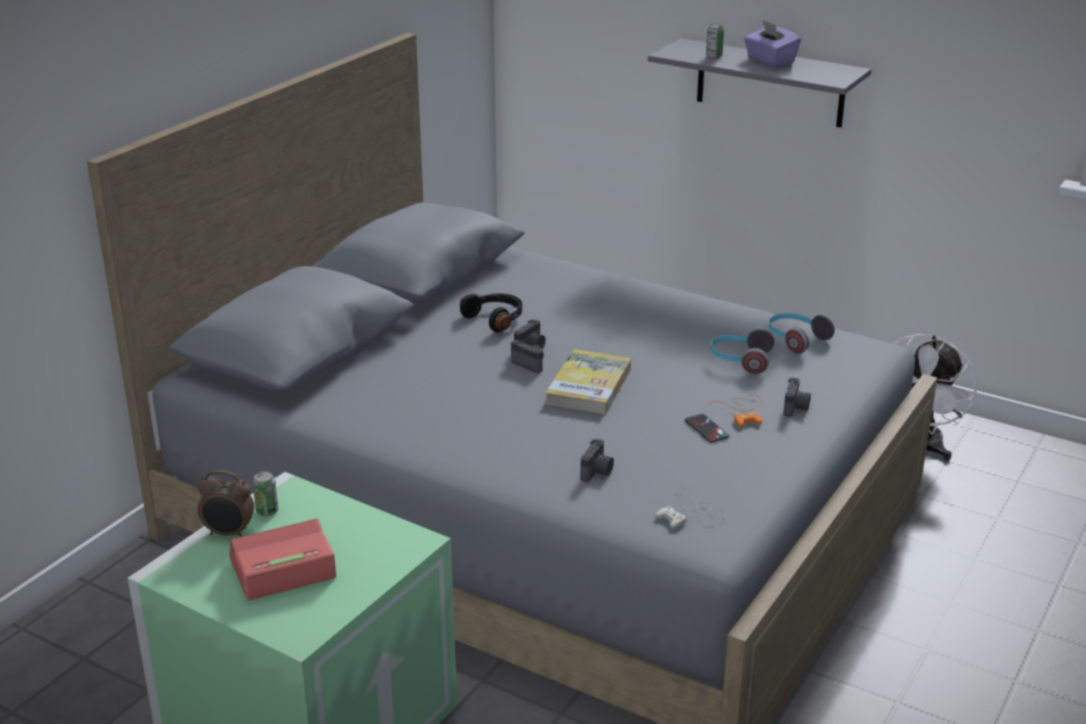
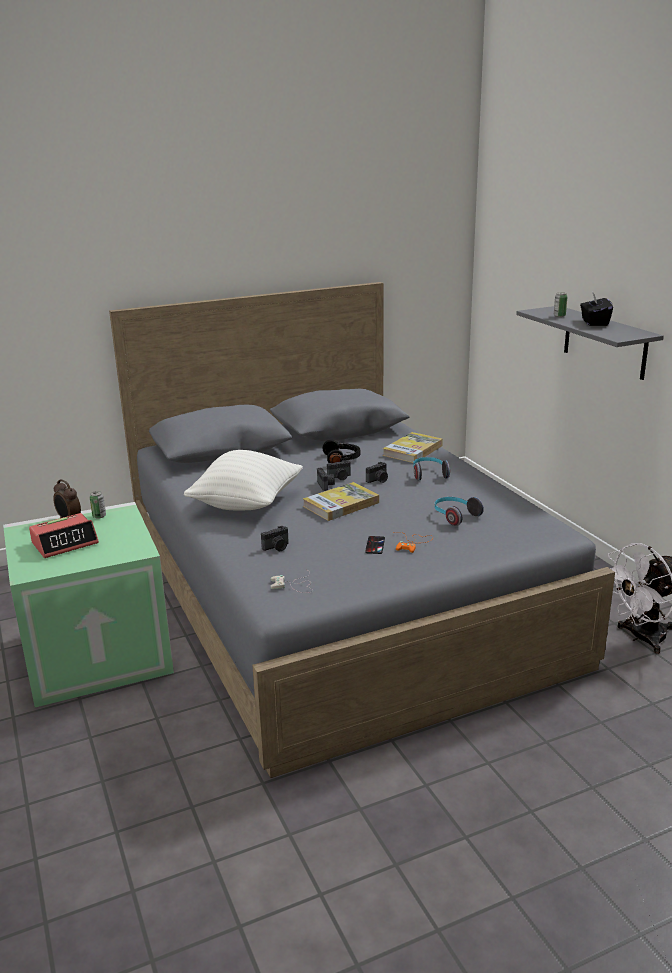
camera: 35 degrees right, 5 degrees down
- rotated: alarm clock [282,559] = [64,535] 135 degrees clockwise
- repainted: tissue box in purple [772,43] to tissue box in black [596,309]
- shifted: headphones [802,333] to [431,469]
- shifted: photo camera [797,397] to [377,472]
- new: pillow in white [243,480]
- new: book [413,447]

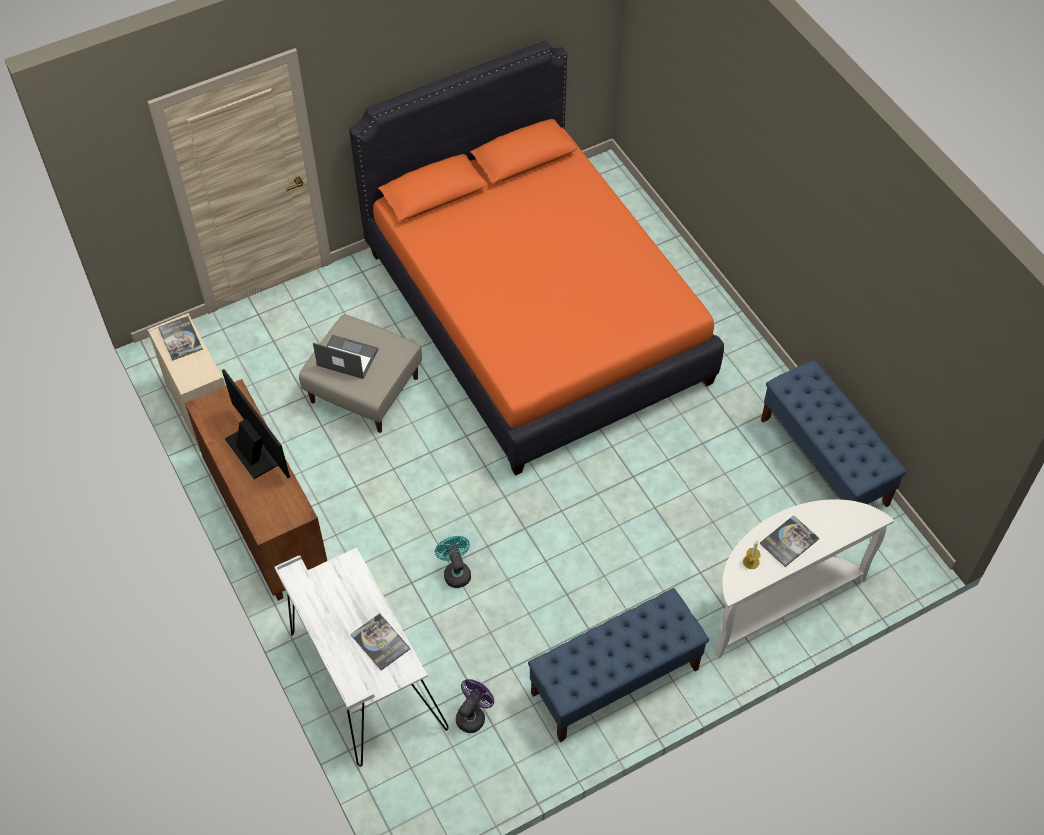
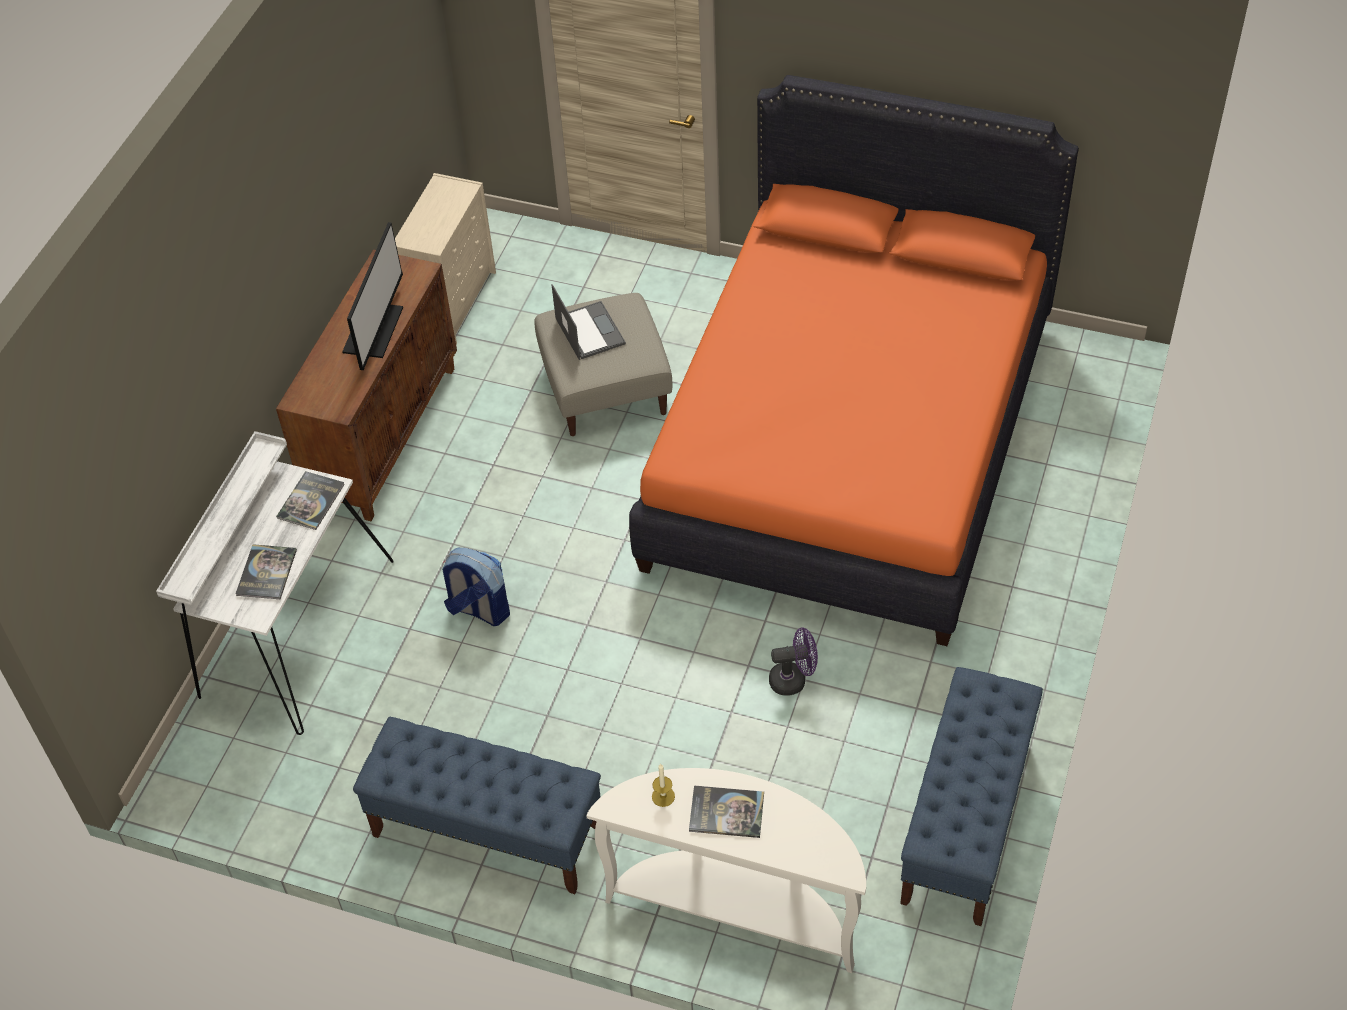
camera: 50 degrees right, 5 degrees down
- shifted: book [180,338] to [310,500]
- swapped: fan in turquoise [453,562] to backpack [476,587]
- shifted: fan in purple [475,706] to [793,662]

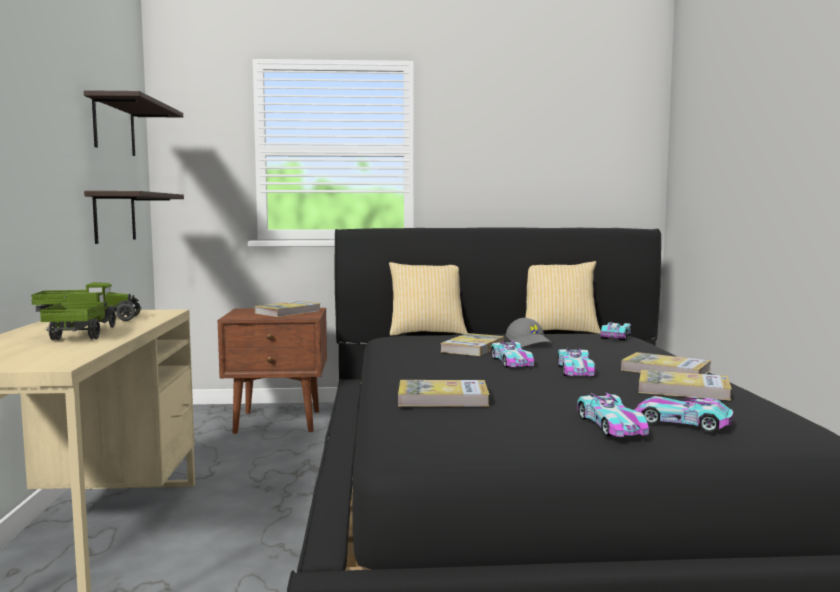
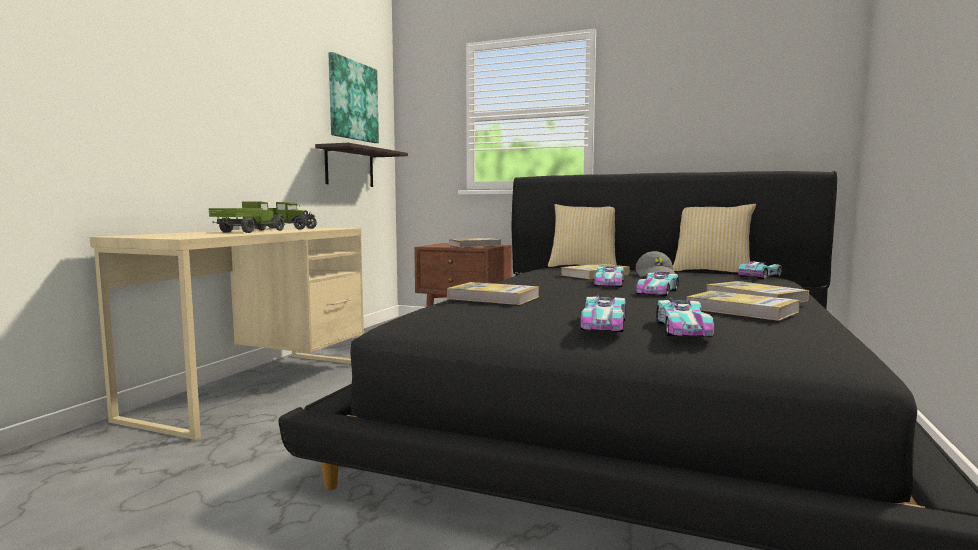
camera: 25 degrees right, 0 degrees up
- swapped: shelf [133,123] to picture [353,97]
- rotated: toy car [683,414] = [685,317] 135 degrees counterclockwise

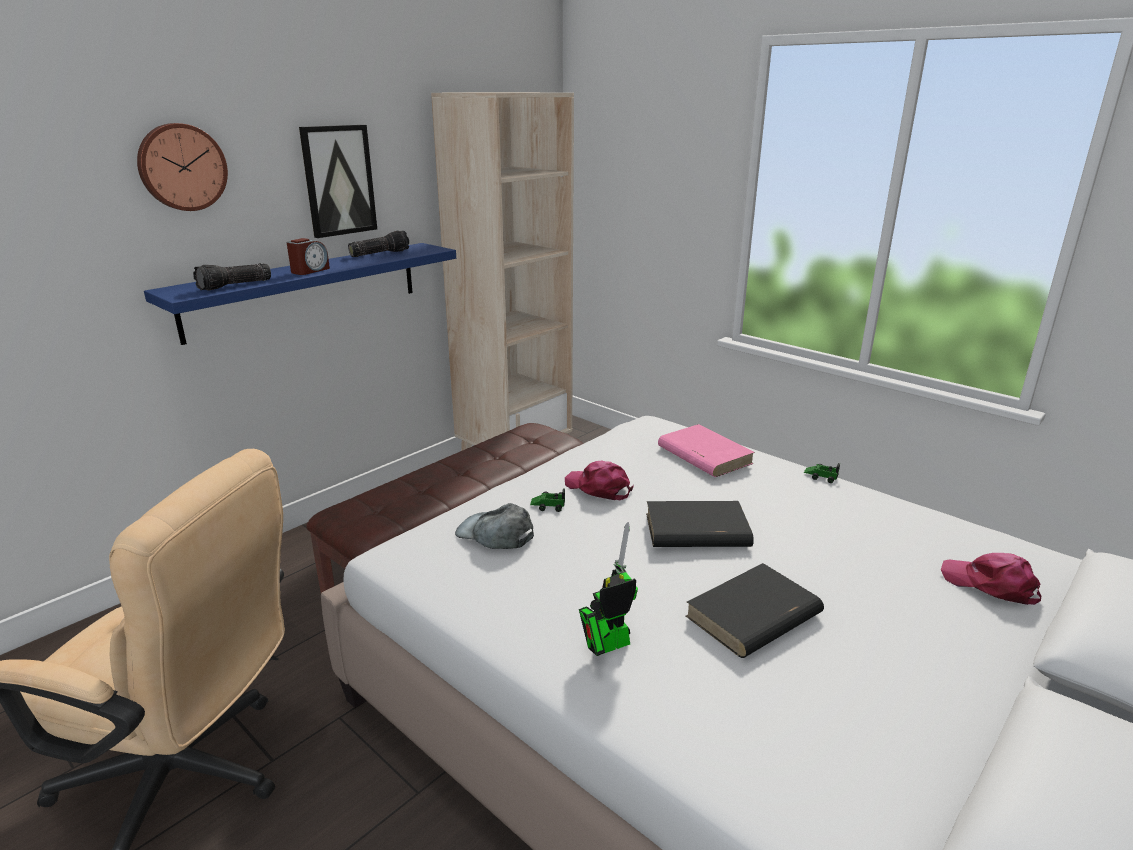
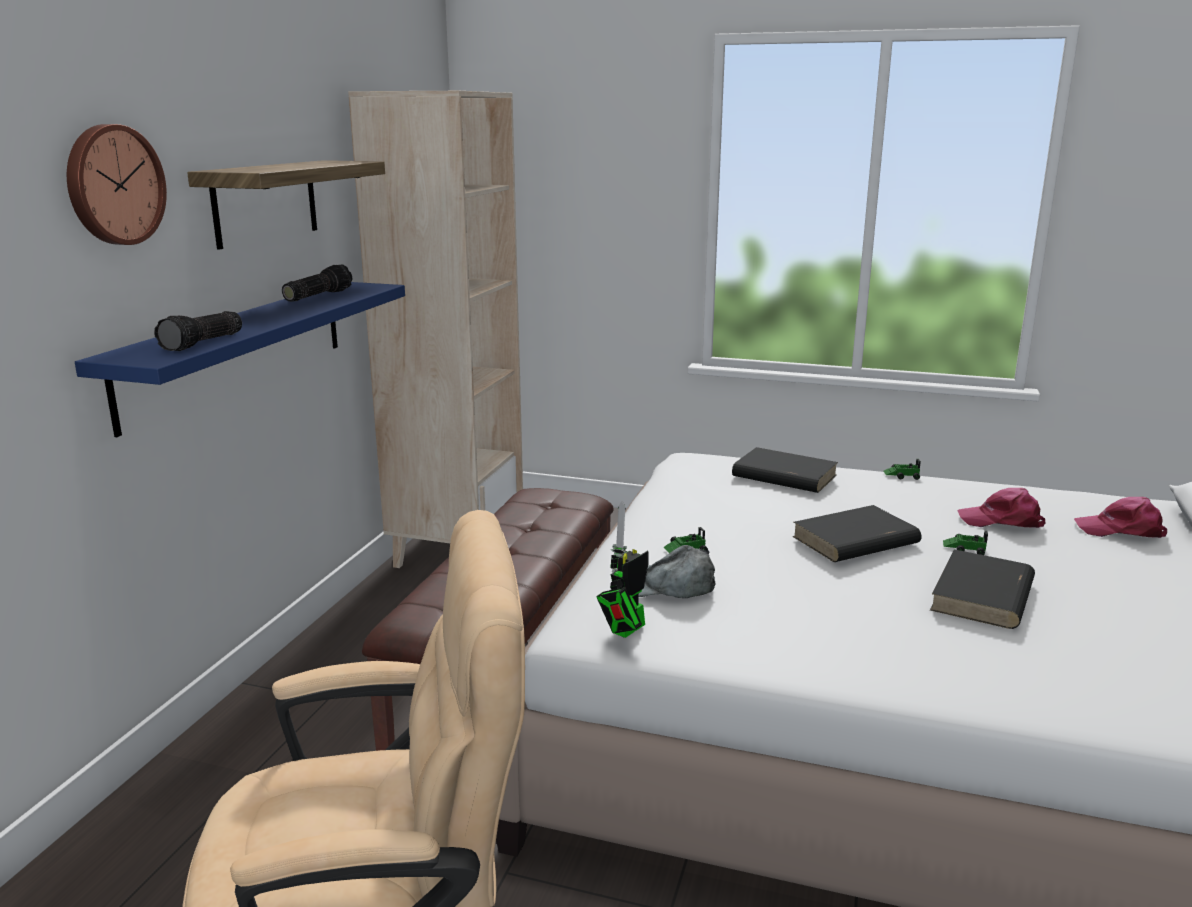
camera: 25 degrees left, 5 degrees down
- gone: alarm clock [308,256]
- swapped: picture [338,181] to shelf [286,205]
- shifted: cap in pink [599,480] to [1001,508]
- shifted: toy robot [608,589] to [623,569]
- repainted: book in pink [706,450] to book in black [785,470]
- new: toy car [965,542]

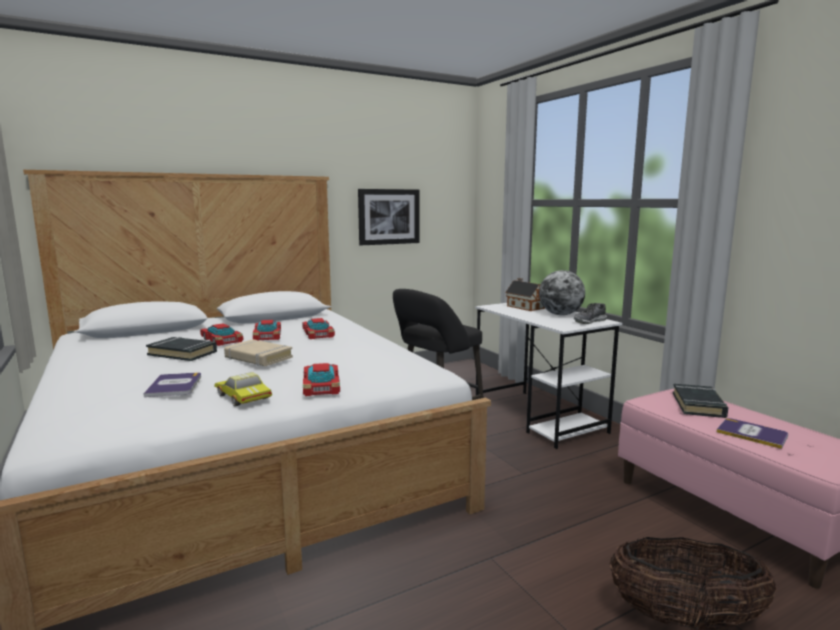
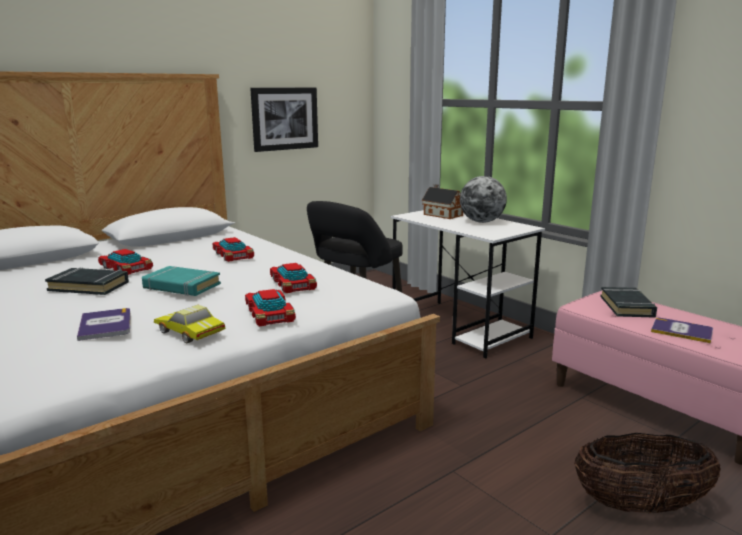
camera: 10 degrees left, 5 degrees up
- repainted: book in beige [258,352] to book in turquoise [181,281]
- shifted: toy car [267,330] to [293,278]
- gone: shoe [590,313]

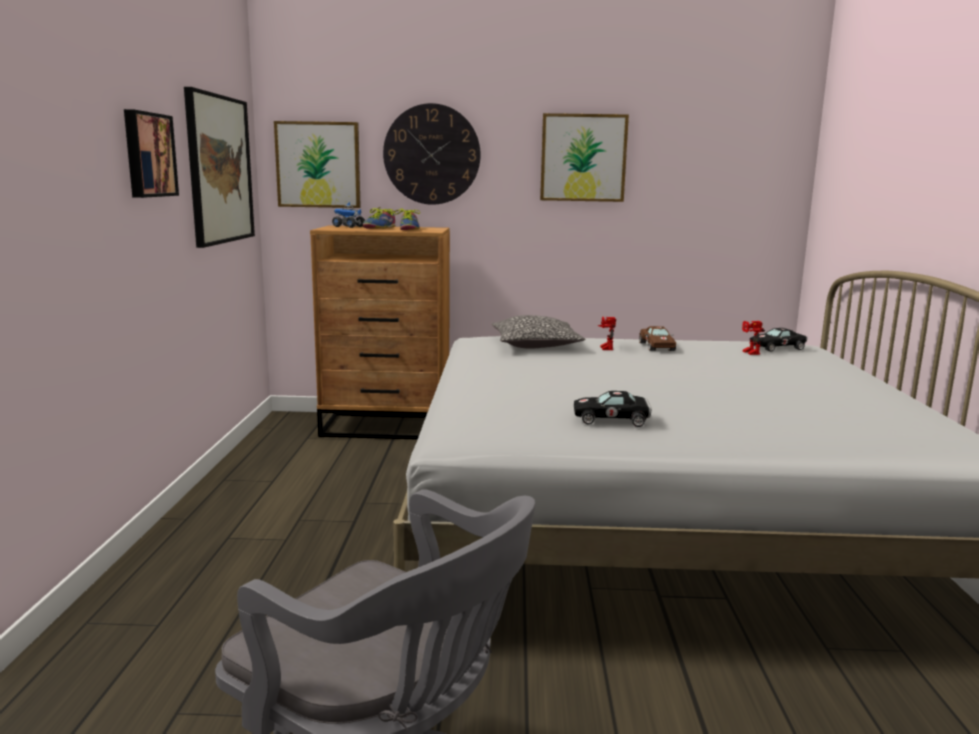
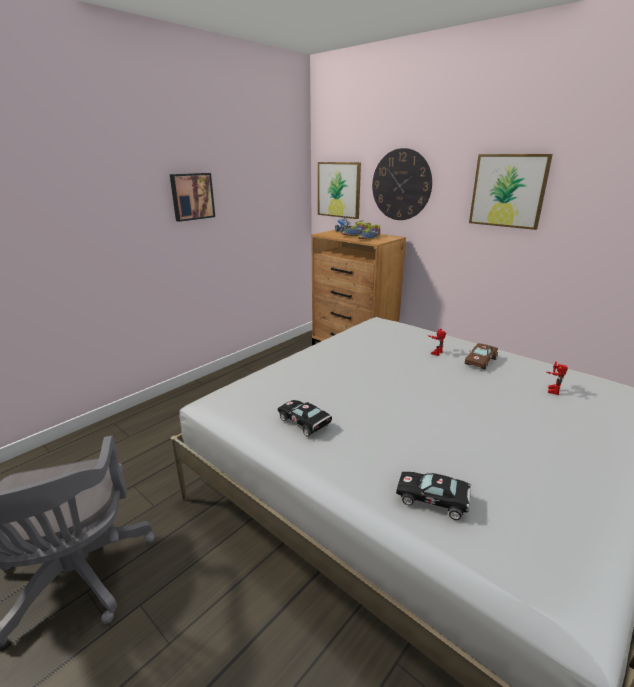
camera: 40 degrees right, 10 degrees up
- gone: picture [219,167]
- gone: pillow [538,332]
- shifted: toy car in black [778,340] to [433,496]

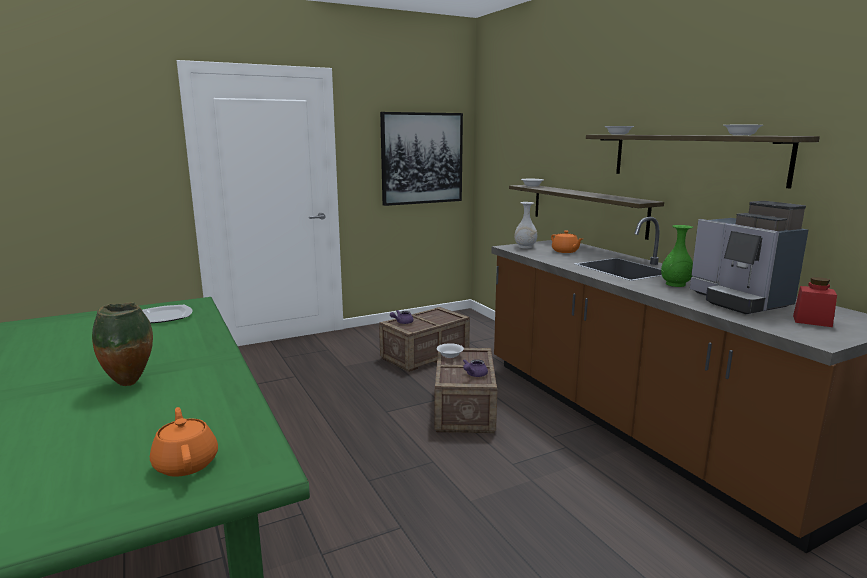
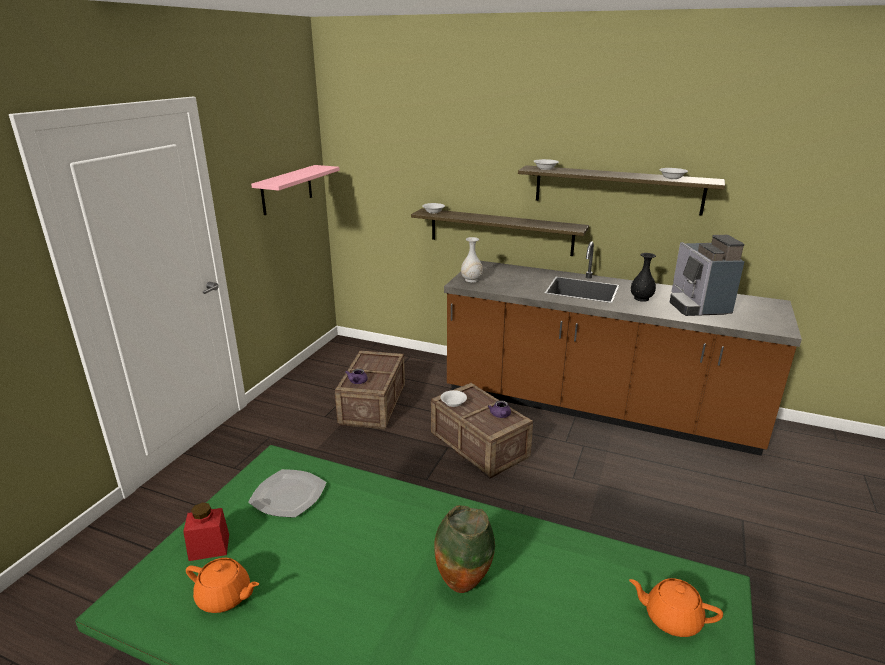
camera: 40 degrees left, 10 degrees up
- swapped: picture [421,159] to shelf in pink [295,190]
- shifted: teapot in orange [567,242] to [222,585]
- repainted: vase in green [677,256] to vase in black [643,277]
- rotated: coffee machine [749,257] = [707,275] 60 degrees clockwise
- shifted: jar in red [815,302] to [206,532]

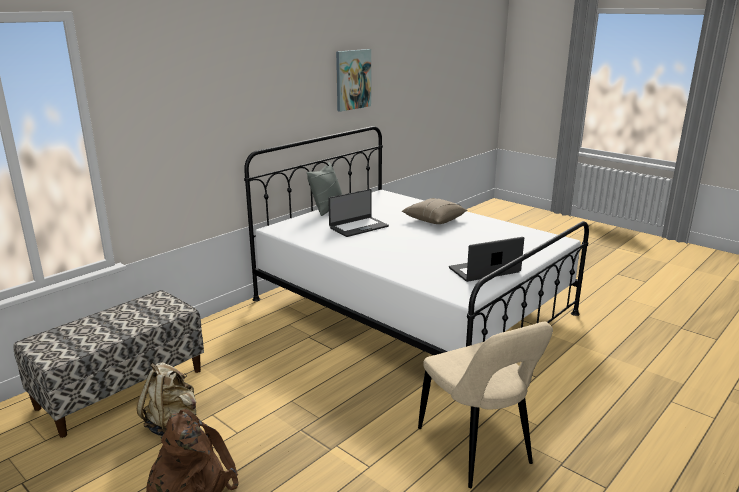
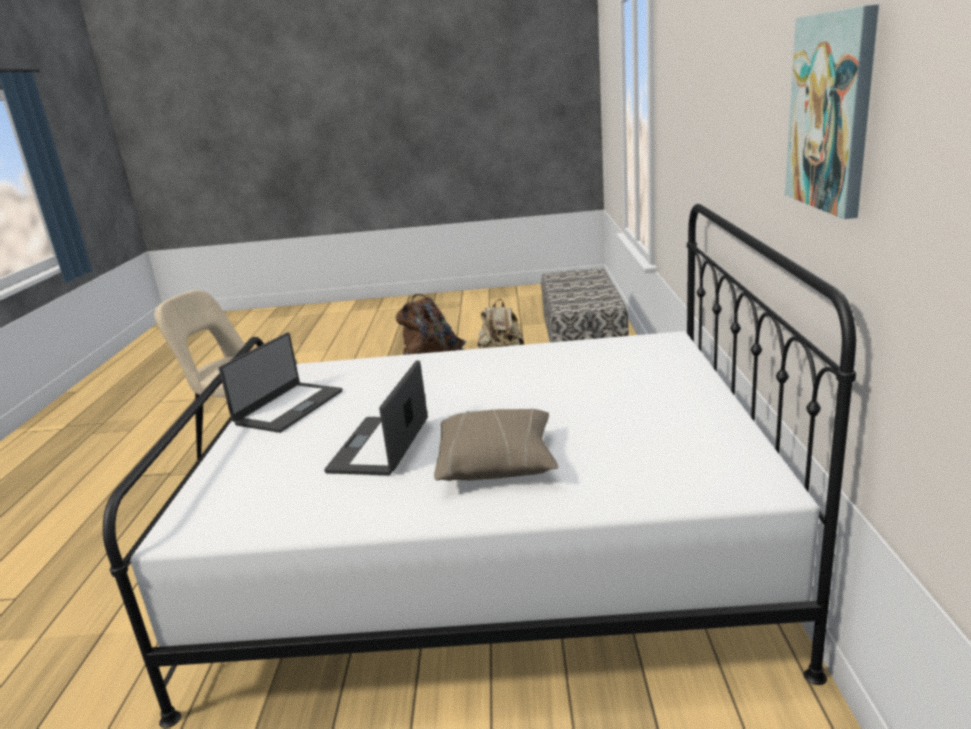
camera: 140 degrees right, 0 degrees up
- gone: pillow in grey [324,189]
- shifted: laptop [358,213] to [376,417]

